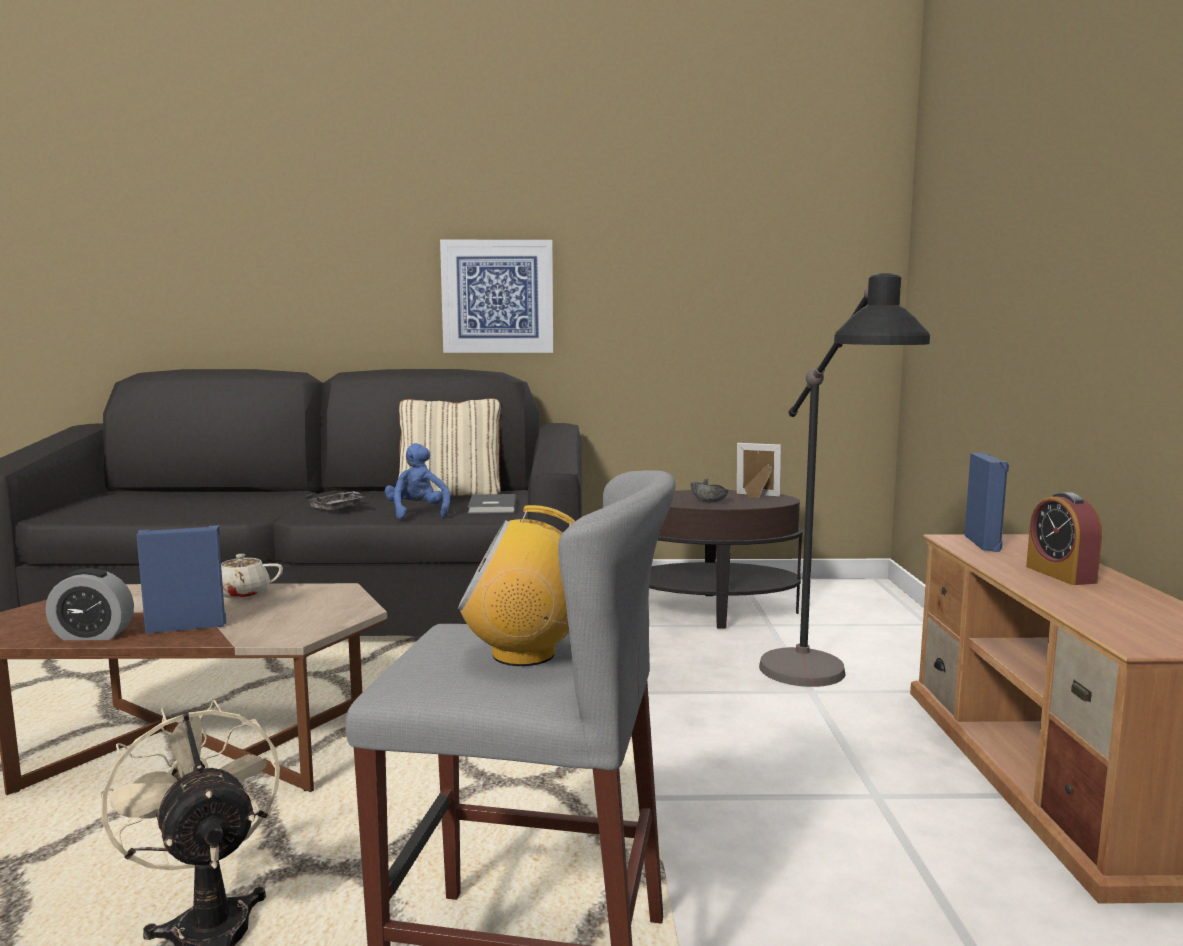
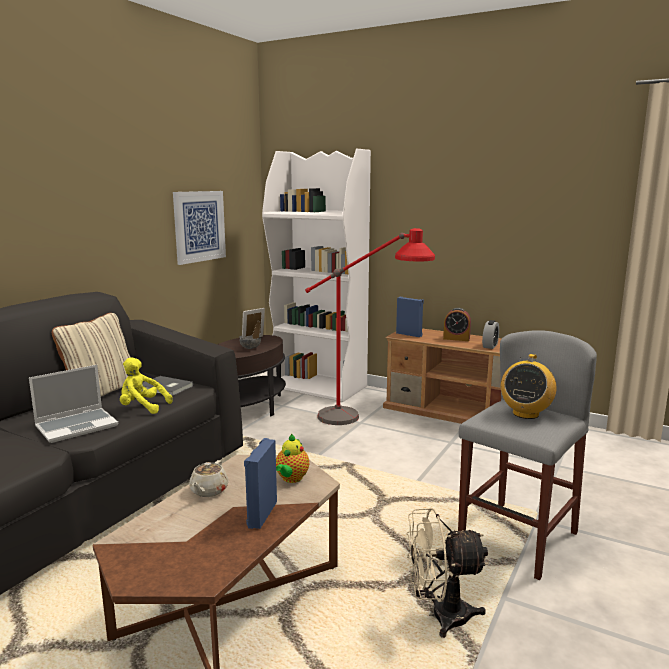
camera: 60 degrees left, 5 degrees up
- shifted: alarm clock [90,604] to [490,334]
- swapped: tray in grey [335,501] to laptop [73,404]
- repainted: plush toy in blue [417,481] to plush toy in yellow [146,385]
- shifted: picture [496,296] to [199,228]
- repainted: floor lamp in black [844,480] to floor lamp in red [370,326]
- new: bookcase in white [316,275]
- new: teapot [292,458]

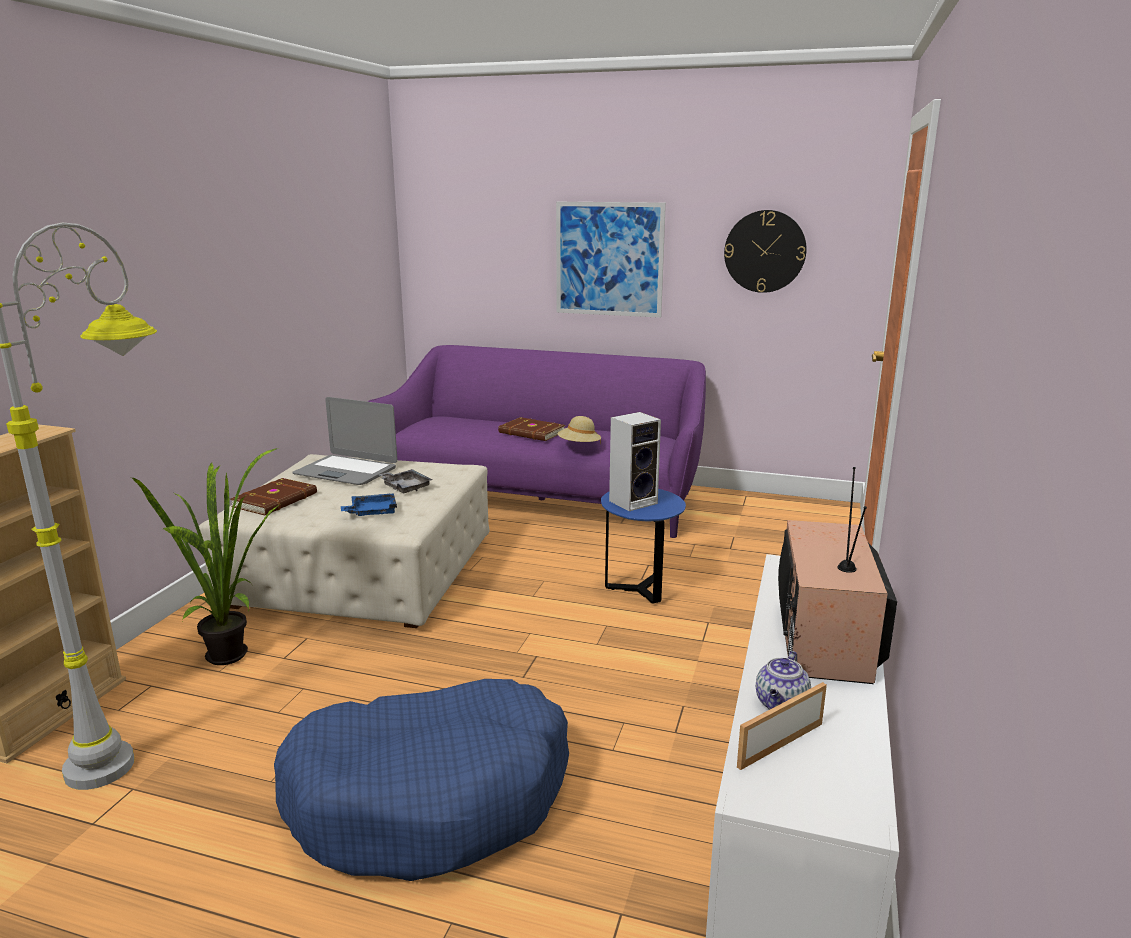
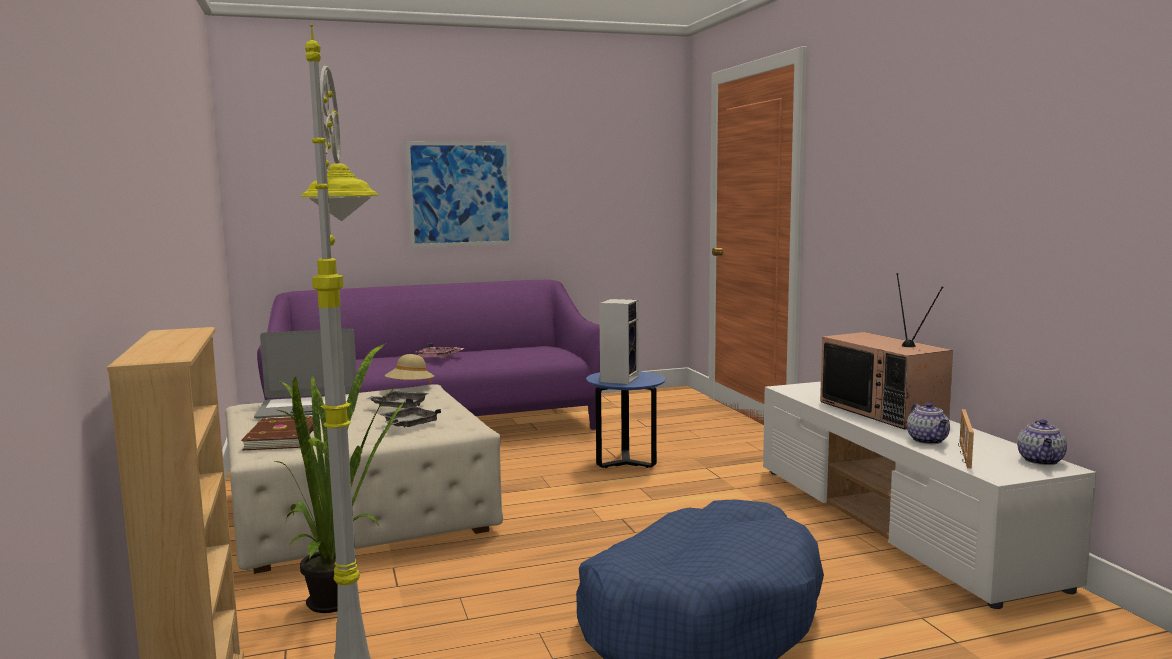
camera: 35 degrees left, 10 degrees down
- repainted: tray in blue [369,504] to tray in grey [410,417]
- swapped: book in brown [531,429] to tray in pink [440,351]
- shifted: hat in beige [579,430] to [409,369]
- gone: wall clock [765,251]
- new: teapot [1042,442]

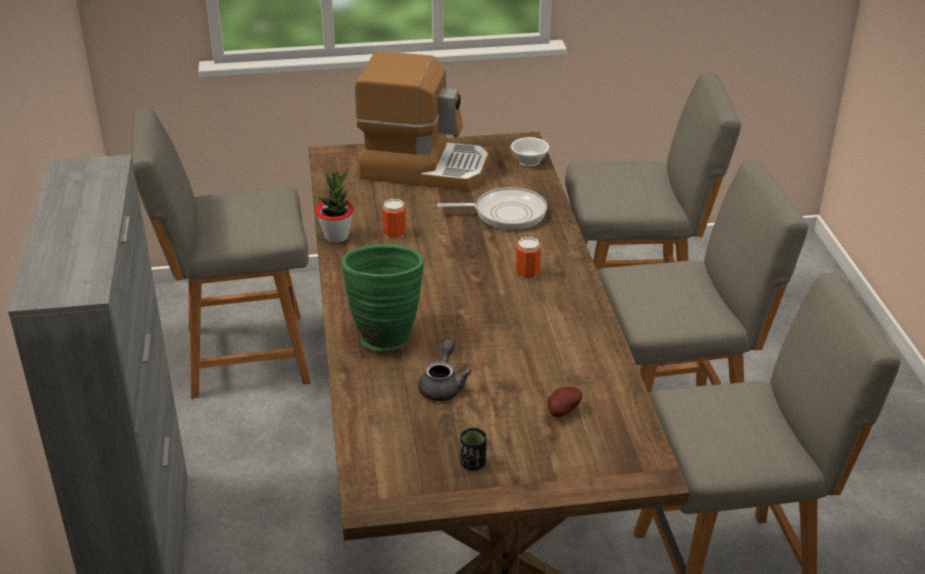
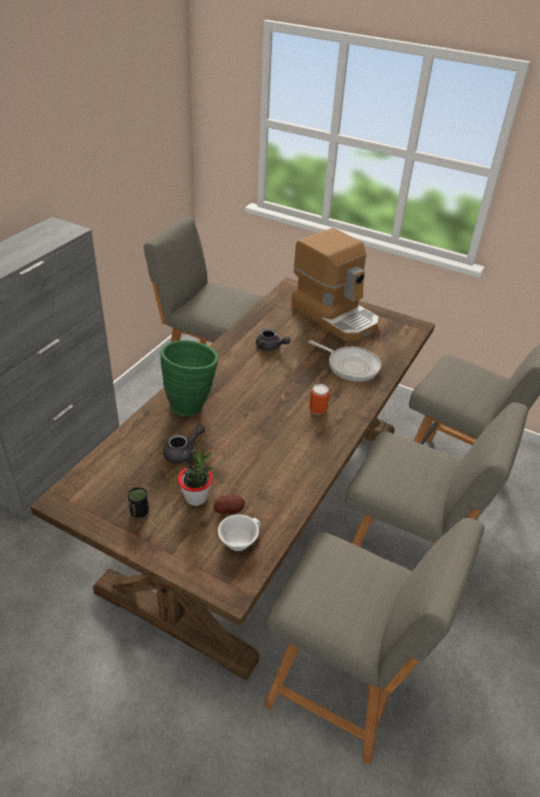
camera: 35 degrees right, 5 degrees up
- shifted: potted plant [335,205] to [195,476]
- swapped: can [394,219] to teapot in grey [273,339]
- shifted: cup in white [530,151] to [239,532]

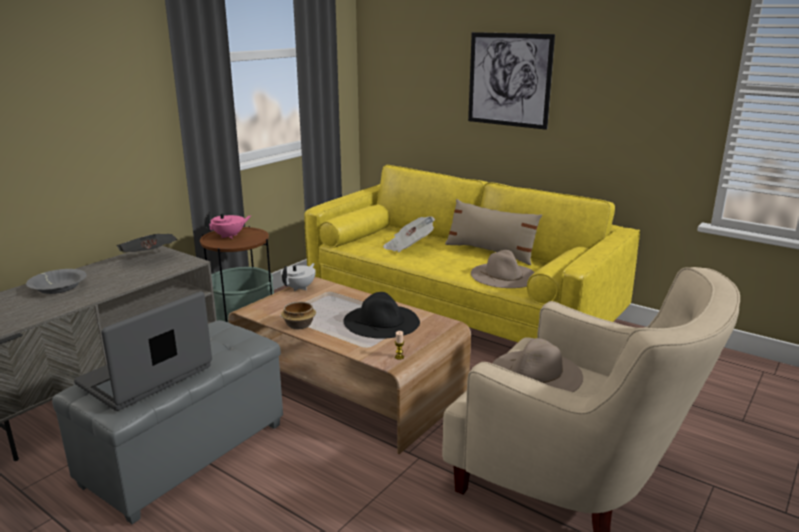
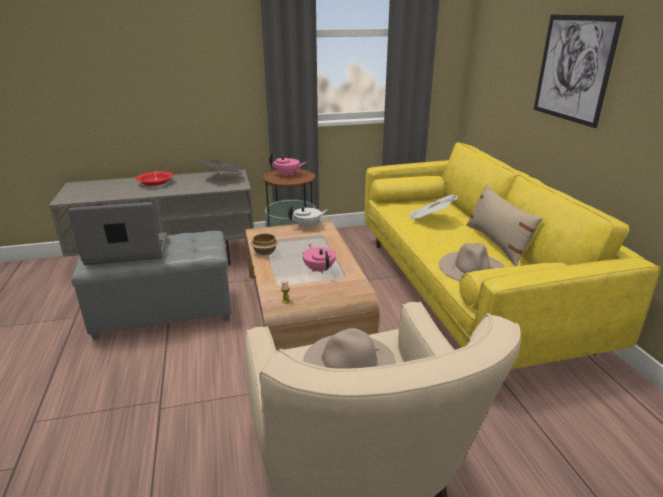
camera: 40 degrees right, 5 degrees up
- repainted: bowl in grey [56,281] to bowl in red [154,178]
- swapped: hat in black [382,315] to teapot in pink [319,259]

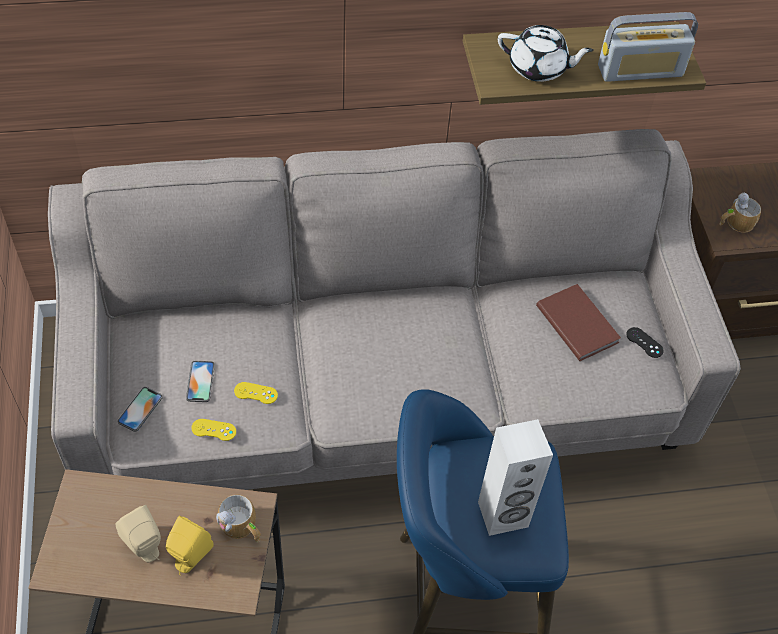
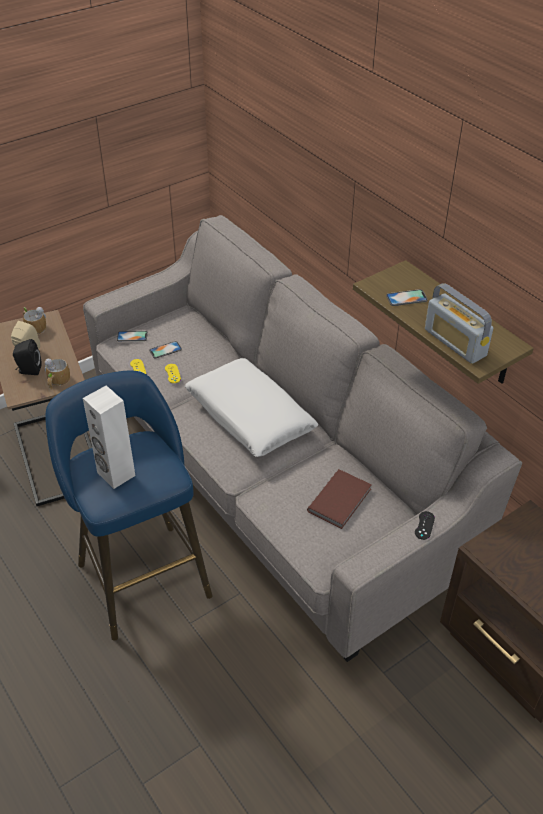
camera: 65 degrees right, 10 degrees down
- repainted: speaker in yellow [190,545] to speaker in black [27,357]
- swapped: teapot in white [546,53] to phone [407,297]
- shifted: game controller in black [645,342] to [425,525]
- shifted: mug [740,213] to [34,320]
- new: pillow in white [251,407]

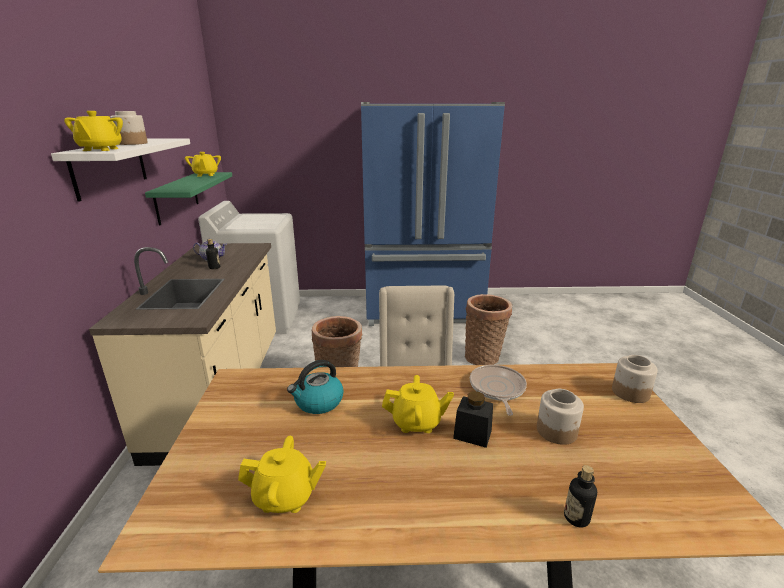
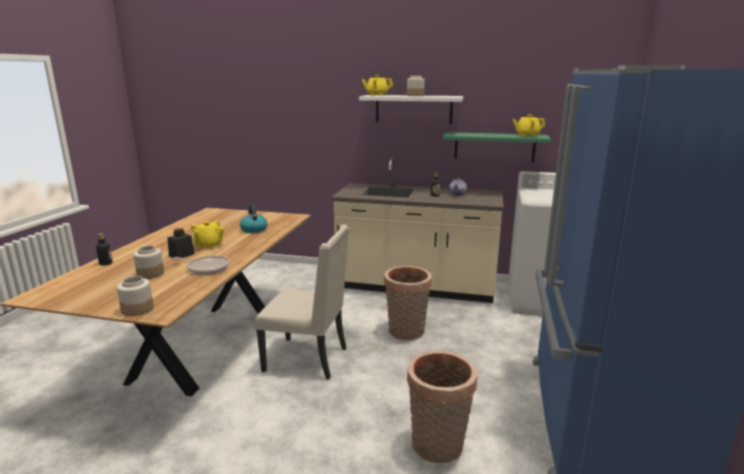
camera: 105 degrees right, 5 degrees down
- gone: teapot in yellow [282,474]

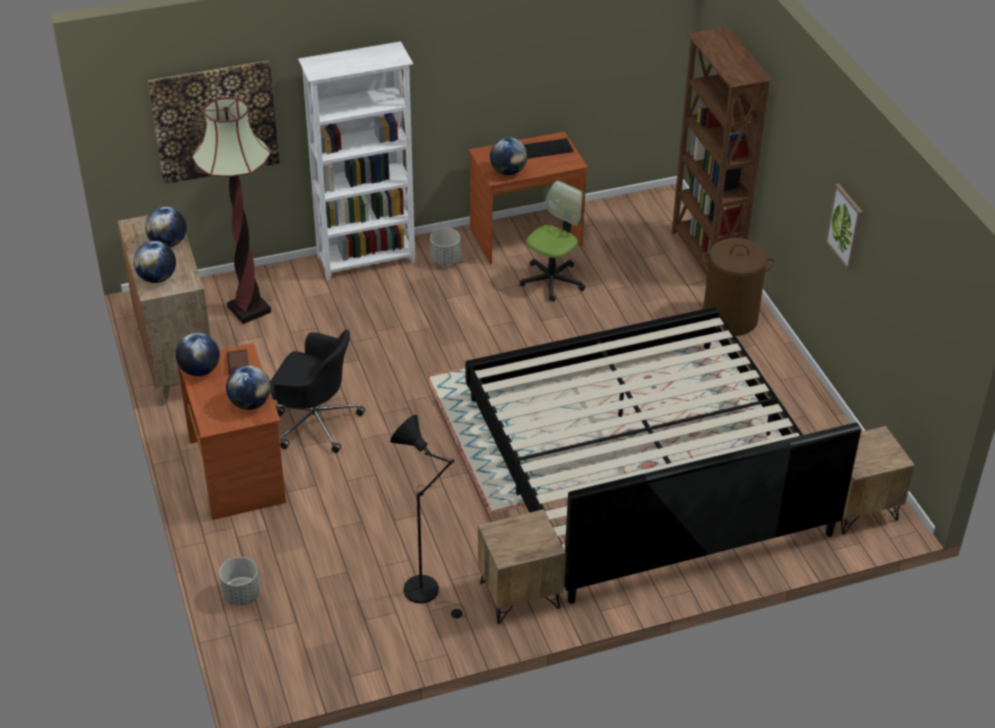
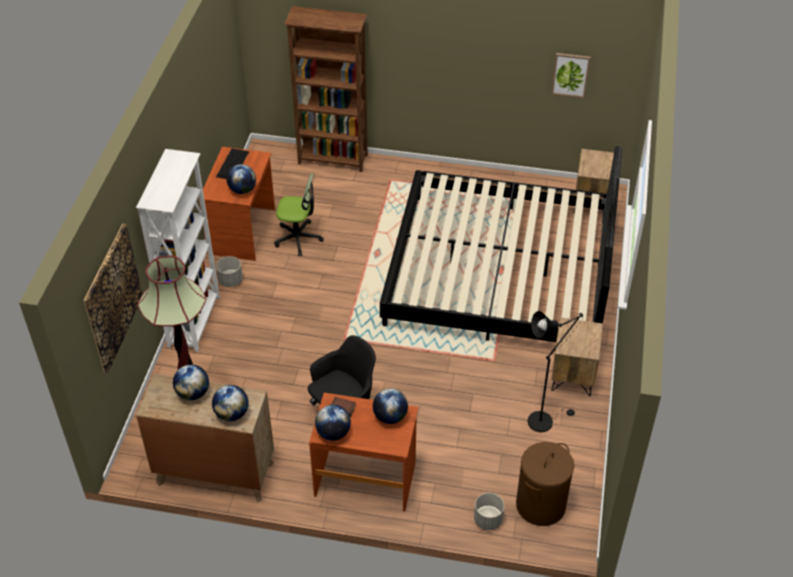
camera: 60 degrees left, 5 degrees up
- rotated: office chair [553,241] = [299,214] 120 degrees clockwise
- shifted: laundry basket in brown [738,287] to [545,484]
- shifted: picture [844,226] to [571,75]

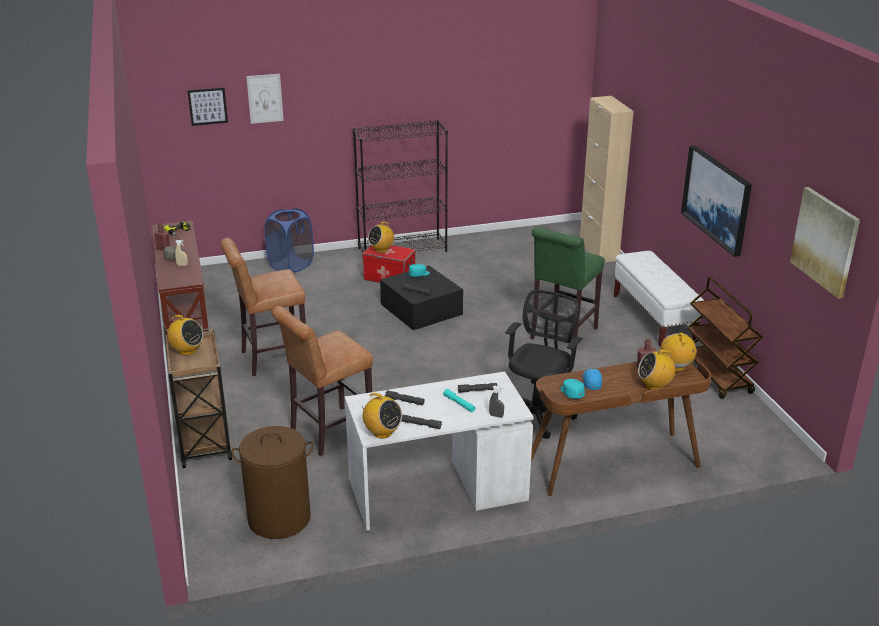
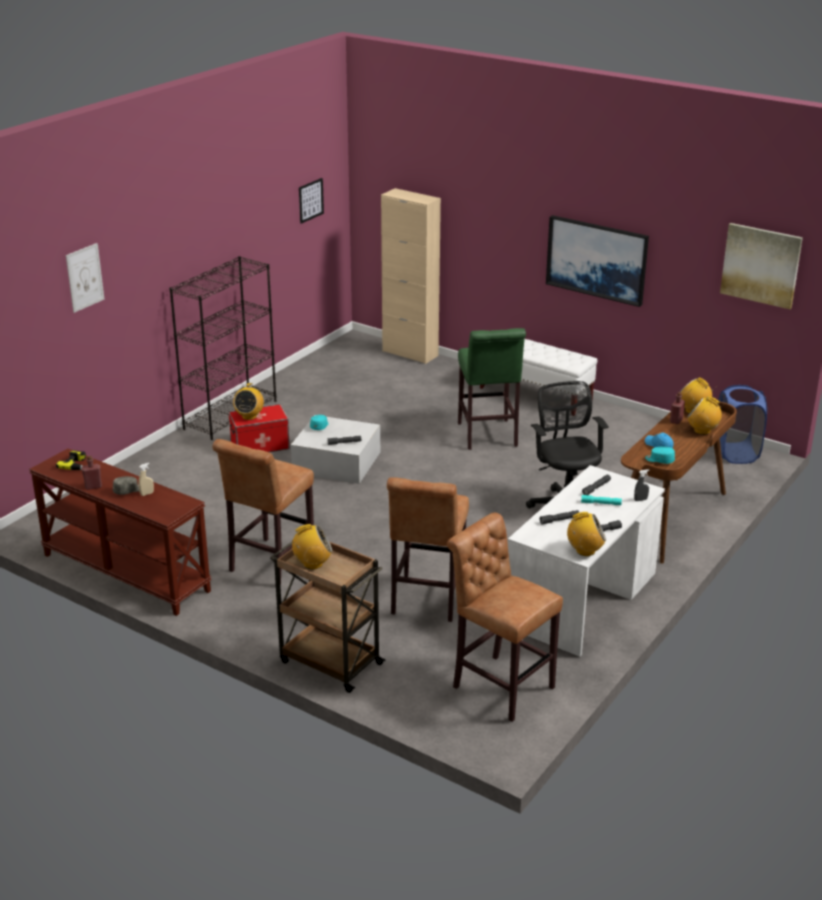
camera: 40 degrees left, 0 degrees up
- shifted: picture [207,106] to [311,201]
- swapped: laundry basket in brown [272,482] to stool in brown [505,617]
- shifted: laundry basket in blue [289,240] to [742,424]
- repainted: storage box in black [421,298] to storage box in white [335,449]
- rotated: radio [656,370] = [706,415] 75 degrees clockwise
- gone: cart in brown [725,338]

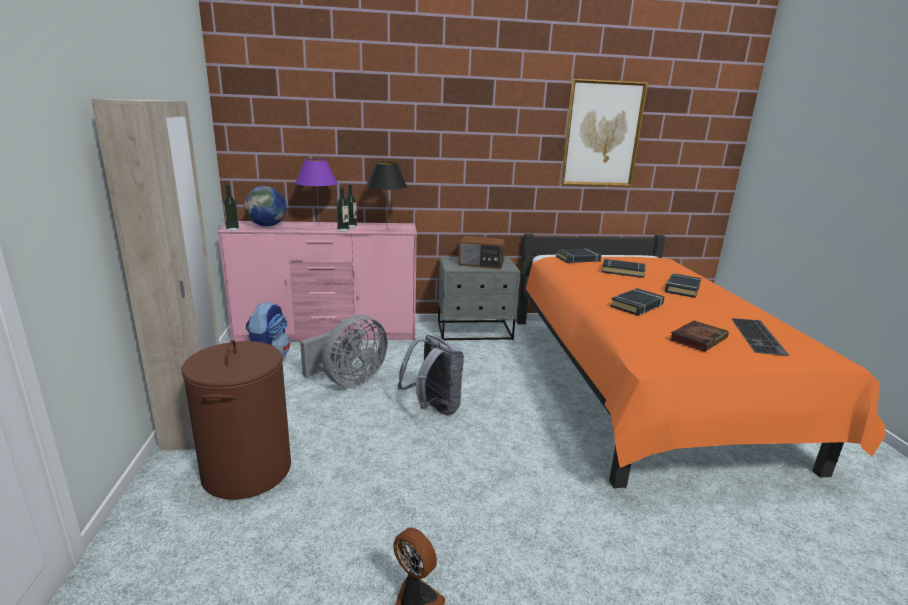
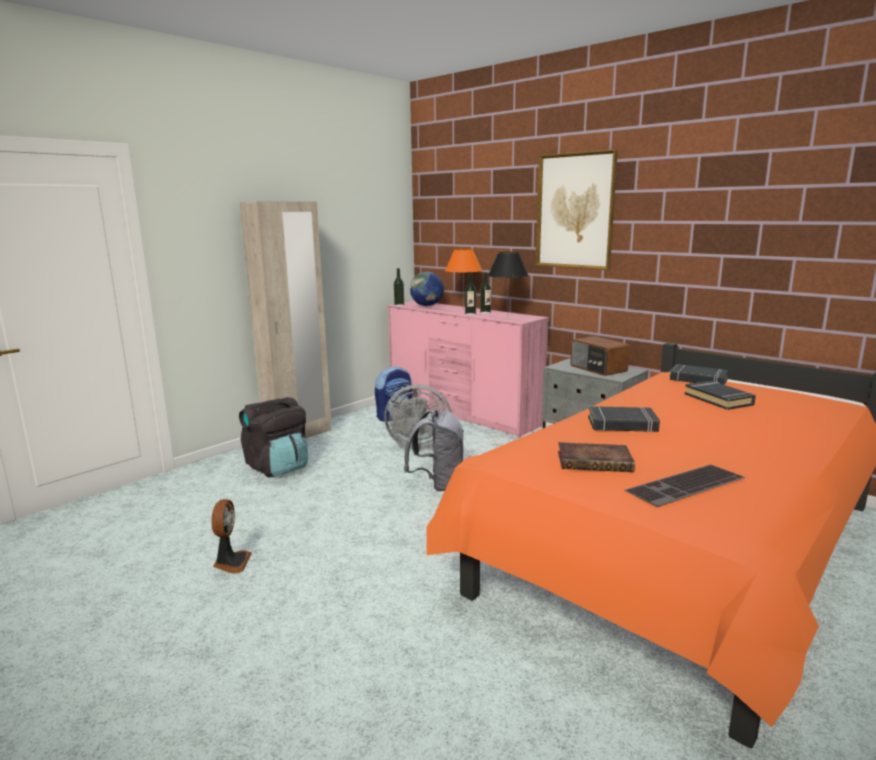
camera: 50 degrees right, 5 degrees down
- swapped: laundry basket in brown [236,420] to backpack in black [273,437]
- repainted: table lamp in purple [317,190] to table lamp in orange [463,279]
- shifted: picture [604,132] to [576,209]
- gone: book in black [683,285]

